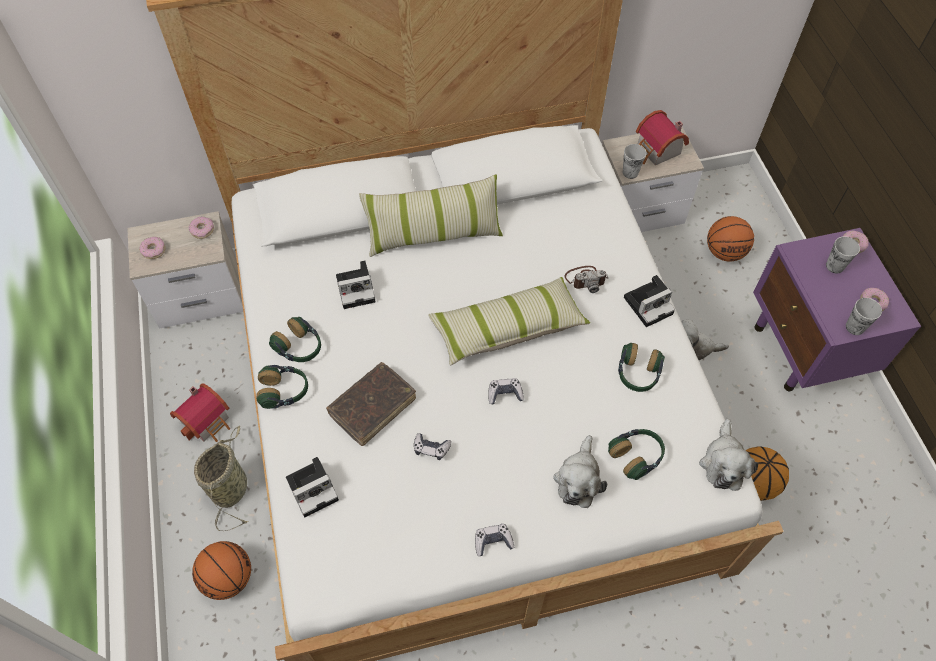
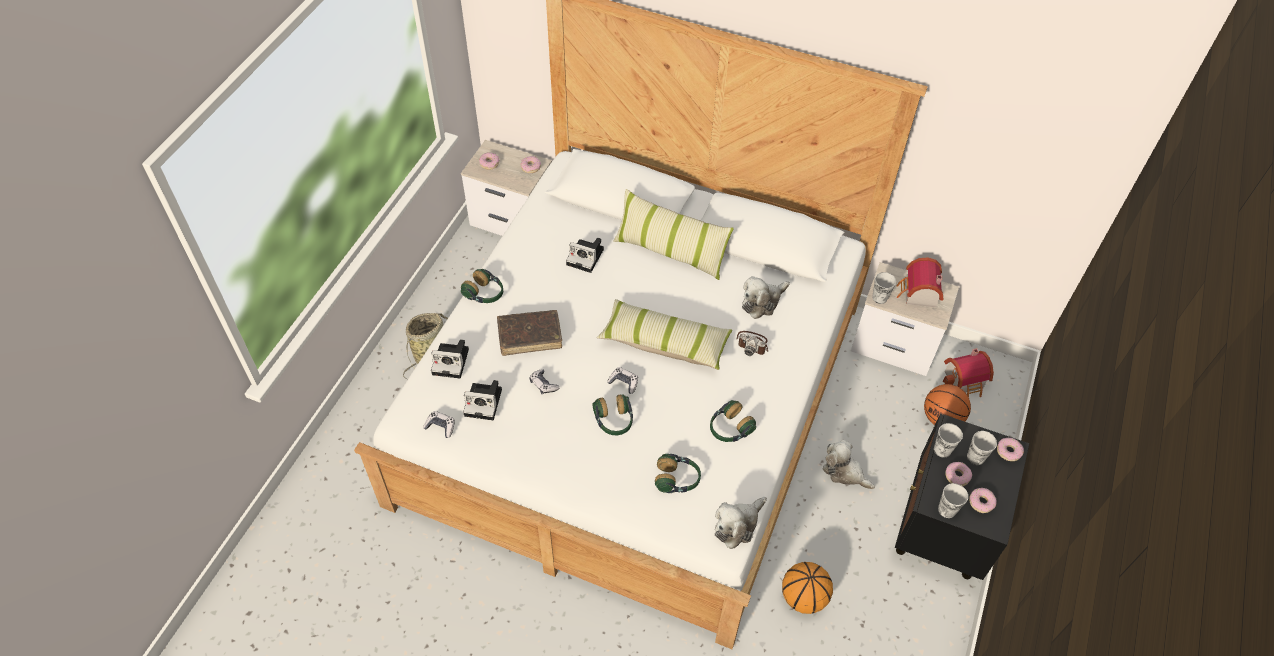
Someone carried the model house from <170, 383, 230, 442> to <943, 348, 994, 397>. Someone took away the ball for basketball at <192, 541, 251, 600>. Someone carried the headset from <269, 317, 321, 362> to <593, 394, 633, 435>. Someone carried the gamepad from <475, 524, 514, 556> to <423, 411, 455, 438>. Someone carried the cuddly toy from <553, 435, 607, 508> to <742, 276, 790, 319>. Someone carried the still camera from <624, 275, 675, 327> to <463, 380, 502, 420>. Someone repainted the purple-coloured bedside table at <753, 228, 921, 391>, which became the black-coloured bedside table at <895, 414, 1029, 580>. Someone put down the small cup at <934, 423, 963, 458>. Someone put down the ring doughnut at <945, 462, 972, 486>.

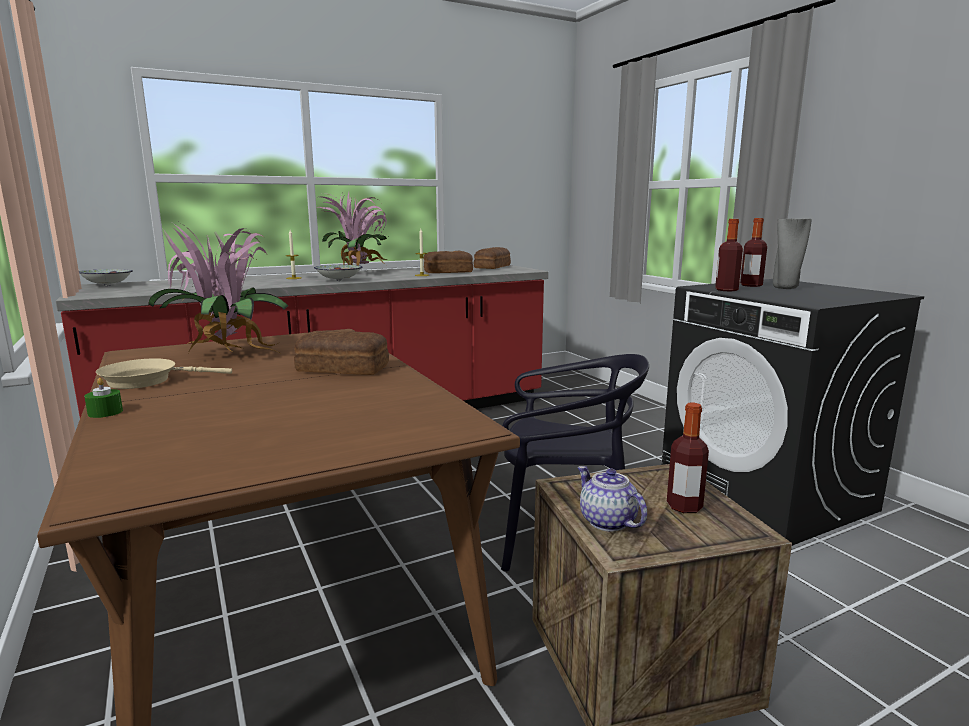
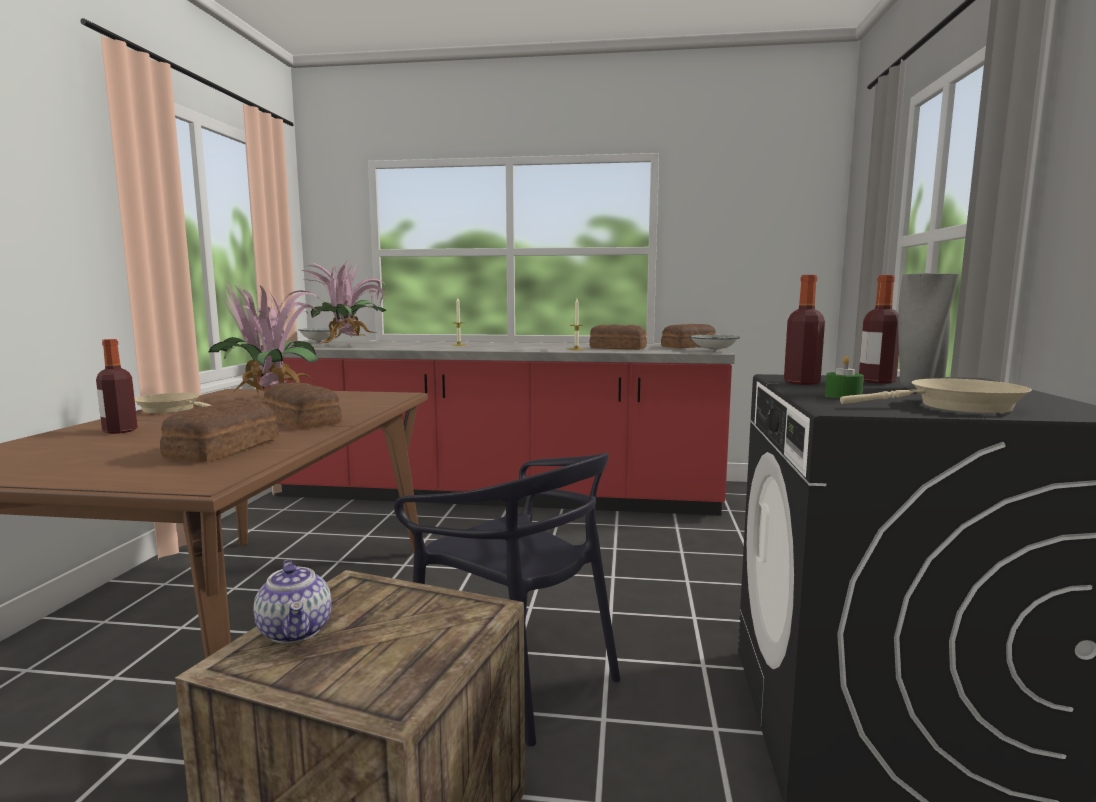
Someone carried the green candle from <84, 378, 123, 418> to <825, 356, 864, 399>. Someone carried the serving bowl from <314, 265, 363, 281> to <689, 335, 740, 351>. Someone carried the houseplant from <320, 192, 390, 265> to <302, 261, 387, 347>. Someone rotated the teapot at <578, 466, 647, 531> by 150 degrees clockwise. Someone carried the drink bottle from <667, 403, 709, 513> to <96, 339, 138, 434>. Someone put down the bakery bread at <160, 400, 279, 462>. Someone put down the sand-coloured pan at <840, 378, 1032, 413>.

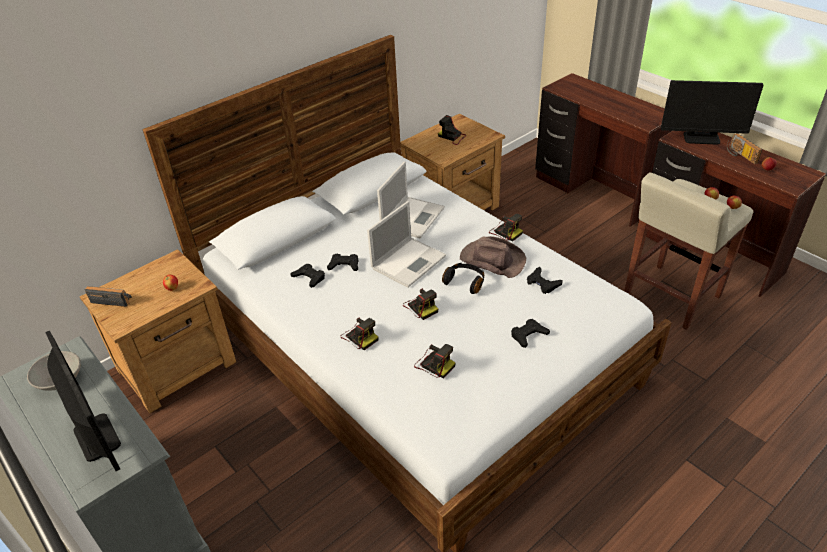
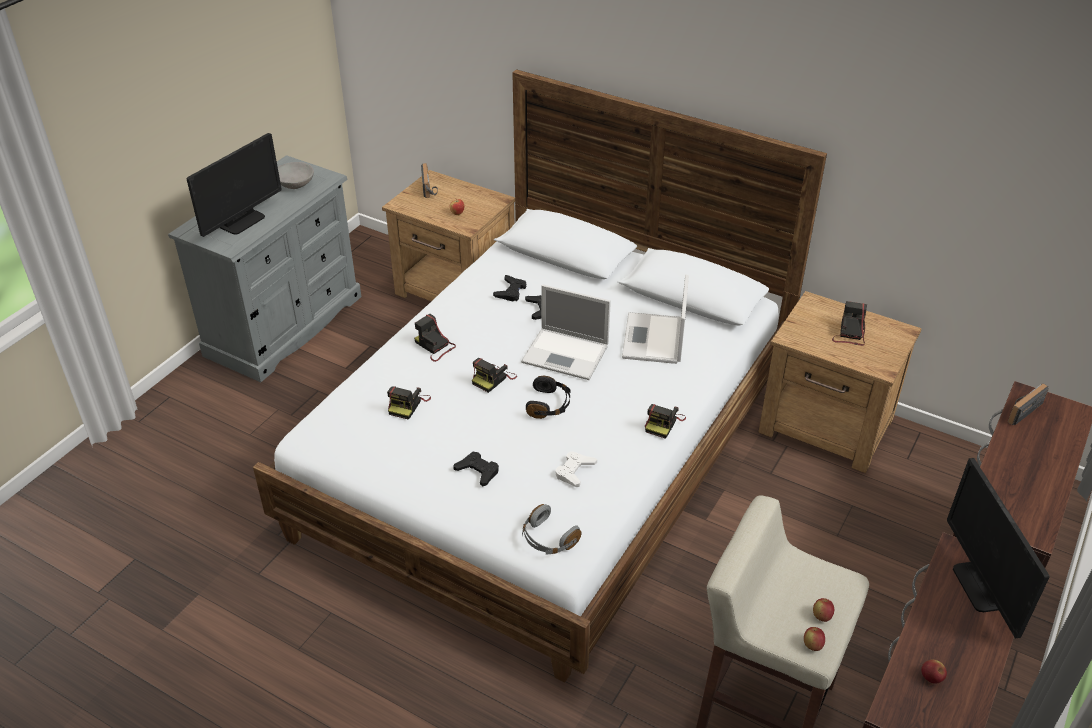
Someone rotated the still camera at <340, 317, 378, 350> by 105 degrees clockwise. Someone rotated the laptop at <377, 162, 445, 239> by 90 degrees clockwise. Someone took away the brown-coloured clothing hat at <460, 236, 526, 278>. Someone repainted the black-coloured gamepad at <527, 267, 563, 294>, which became the white gamepad at <556, 451, 597, 487>. Someone carried the radio from <727, 133, 762, 164> to <1008, 384, 1049, 425>. Someone put down the greyish headset at <522, 504, 581, 555>.

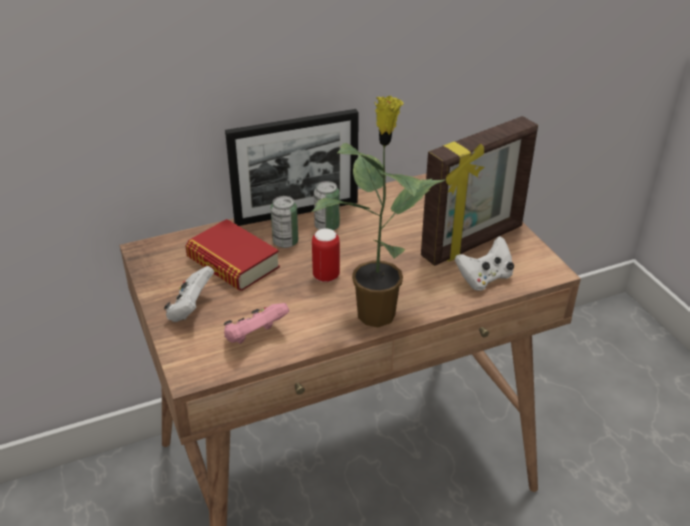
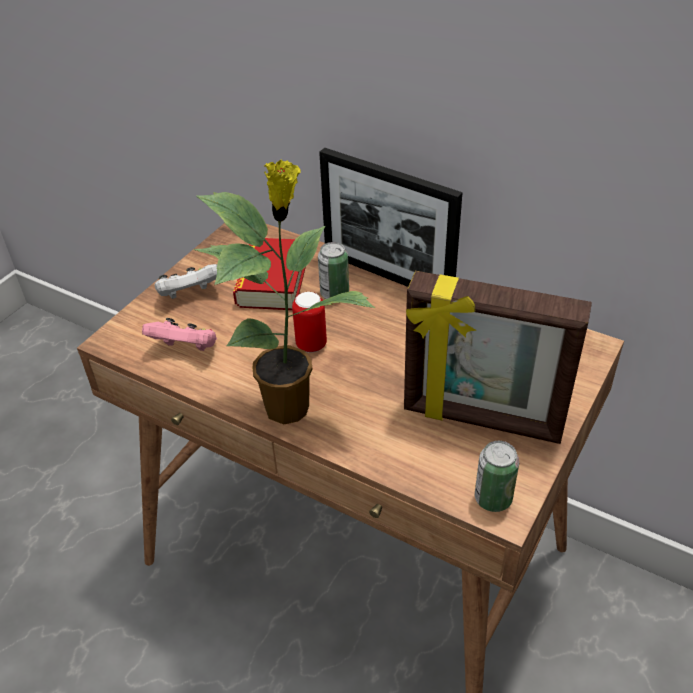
Someone carried the can from <314, 181, 340, 230> to <475, 441, 519, 512>. Someone took away the white gamepad at <455, 236, 514, 291>.

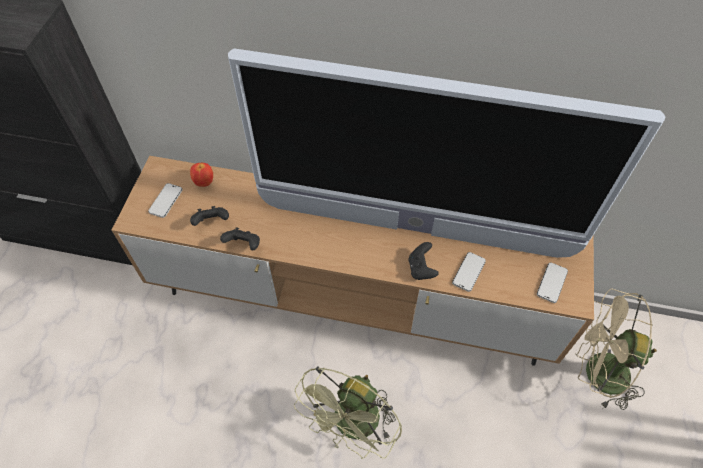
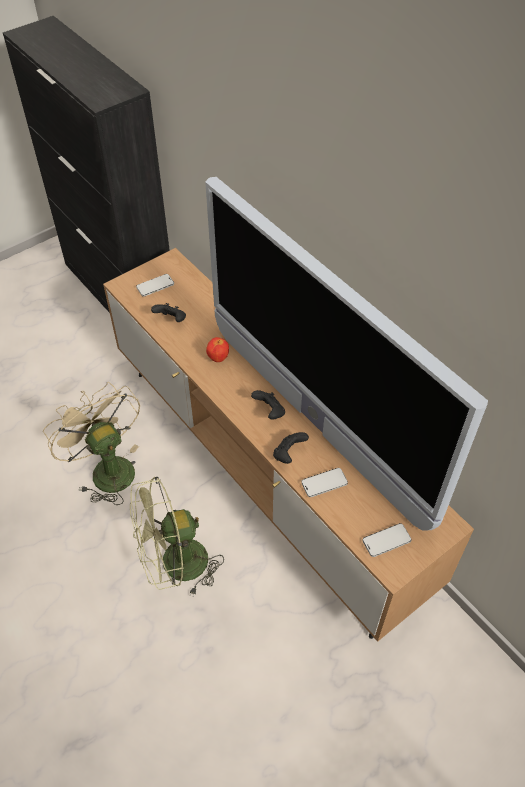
Someone carried the whole apple from <190, 163, 213, 187> to <206, 337, 229, 362>. Someone carried the black-coloured gamepad from <220, 228, 260, 250> to <251, 390, 285, 420>. Someone carried the sand-coloured fan from <575, 288, 657, 410> to <43, 382, 140, 505>.

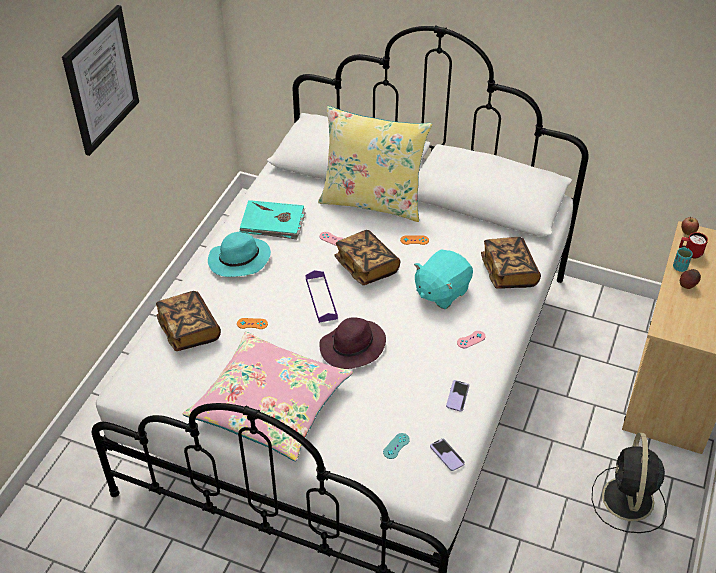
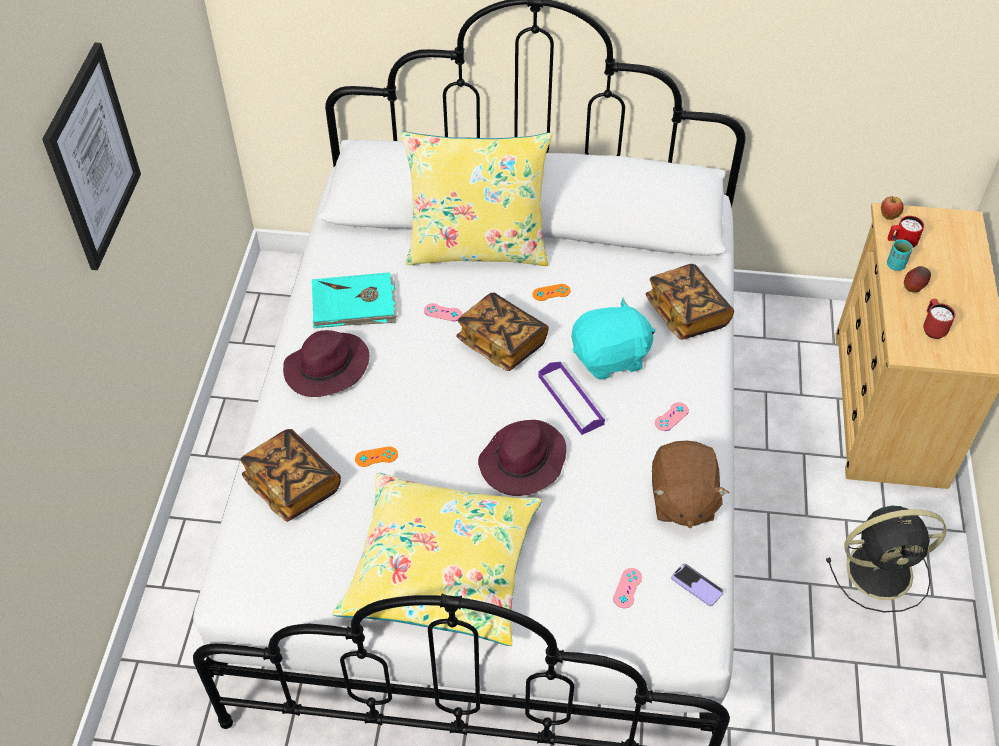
Someone repainted the pink-coloured pillow at <183, 332, 353, 461>, which became the yellowish pillow at <332, 473, 542, 646>. Someone repainted the turquoise clothing hat at <208, 232, 271, 277>, which became the purple-coloured clothing hat at <283, 330, 369, 397>. Someone carried the purple-coloured tray from <306, 270, 338, 323> to <538, 362, 605, 435>. Someone repainted the turquoise gamepad at <383, 433, 410, 459>, which became the pink-coloured gamepad at <613, 568, 642, 608>. Someone rotated the turquoise cuddly toy at <414, 250, 473, 309> by 135 degrees counterclockwise. Someone swapped the phone at <446, 380, 469, 412> for the brown-coloured cuddly toy at <652, 441, 729, 528>. Someone rotated the black-coloured fan at <592, 433, 667, 533> by 90 degrees counterclockwise. Someone put down the red mug at <923, 299, 955, 339>.

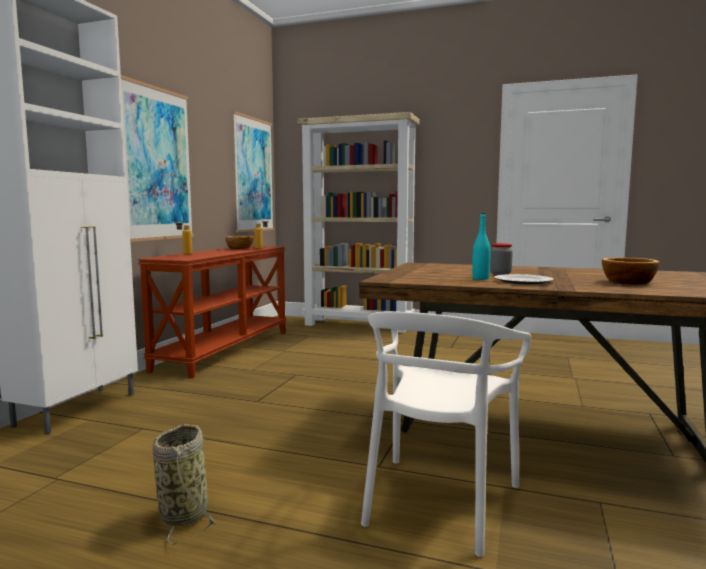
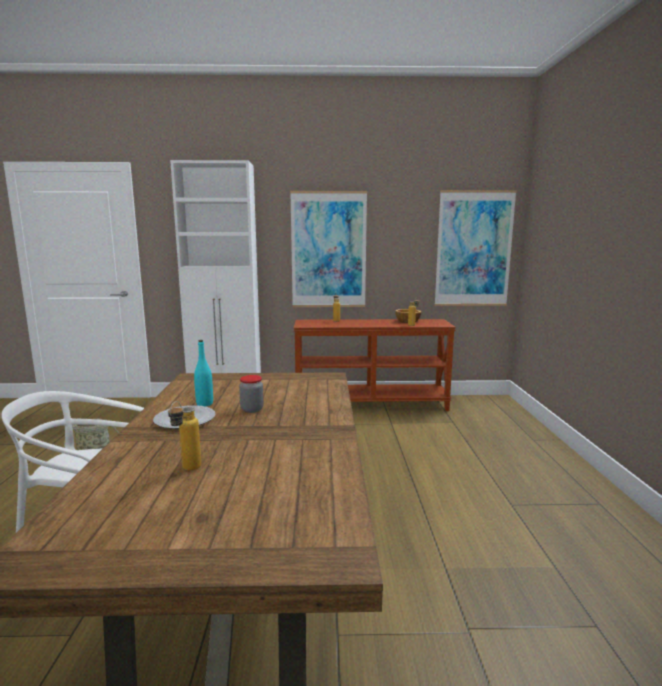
Someone took away the sand-coloured bookcase at <298, 112, 420, 333>. Someone swapped the serving bowl at <602, 258, 659, 285> for the drink bottle at <168, 401, 201, 471>.

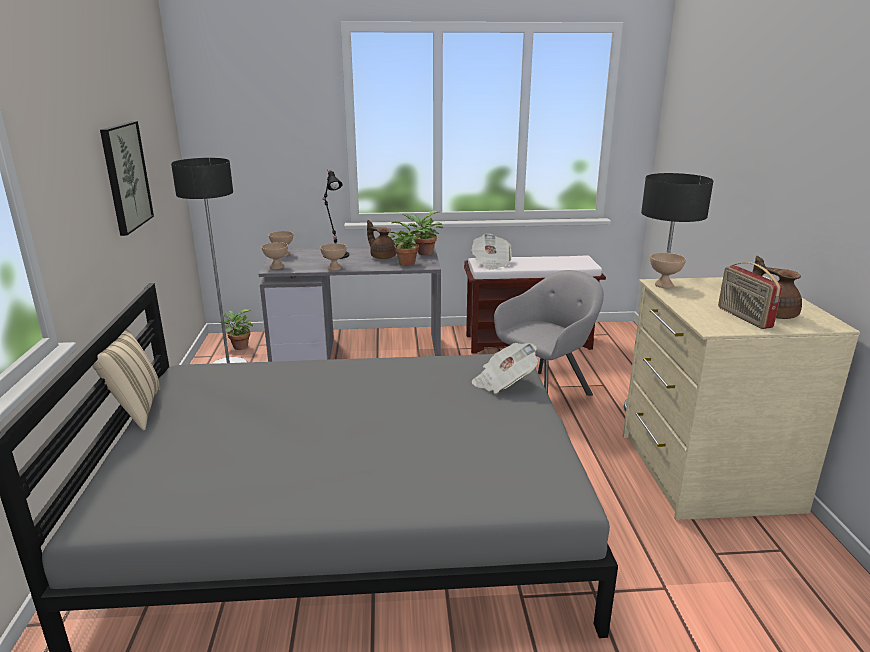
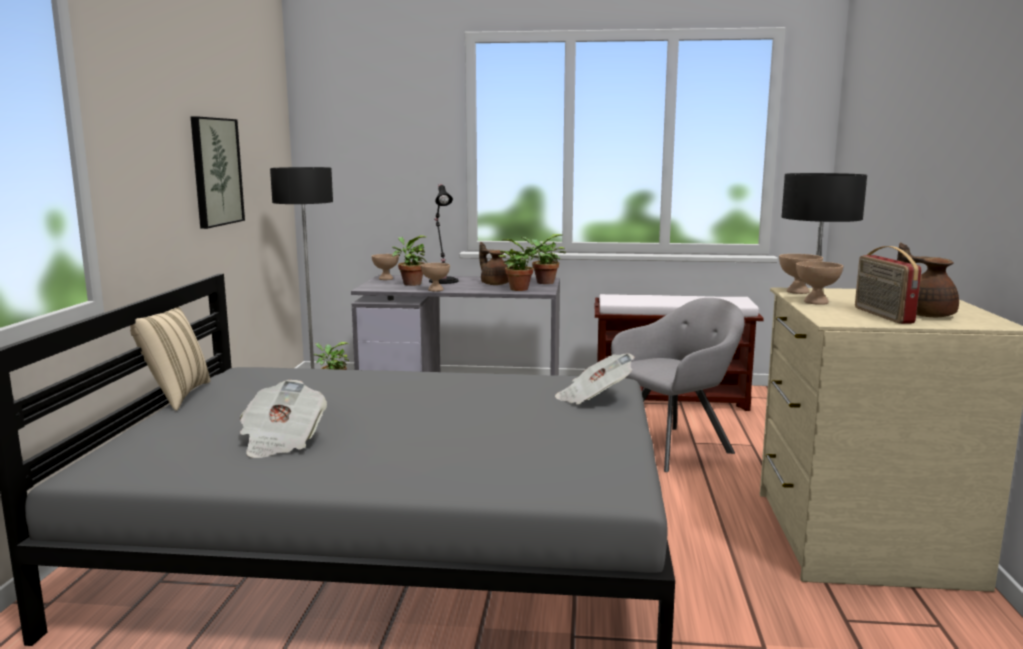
Someone carried the sand-coloured serving bowl from <262, 242, 288, 269> to <796, 261, 843, 305>. Someone carried the printed paper from <471, 234, 512, 270> to <240, 380, 327, 458>. Someone put down the houseplant at <392, 235, 427, 286>.

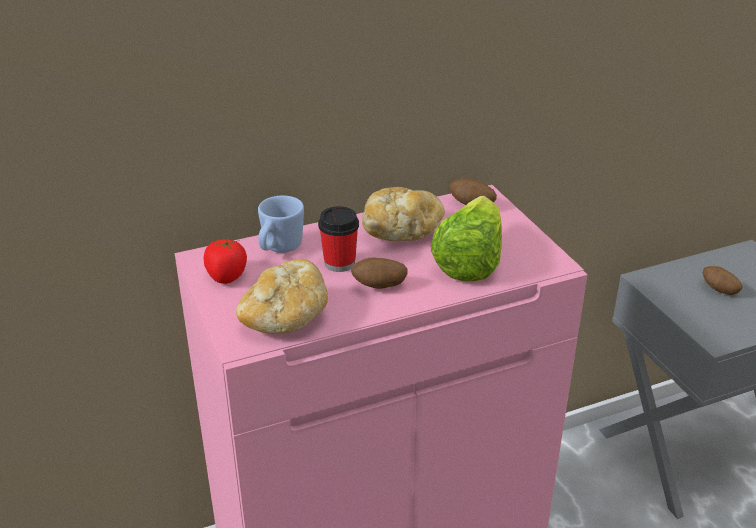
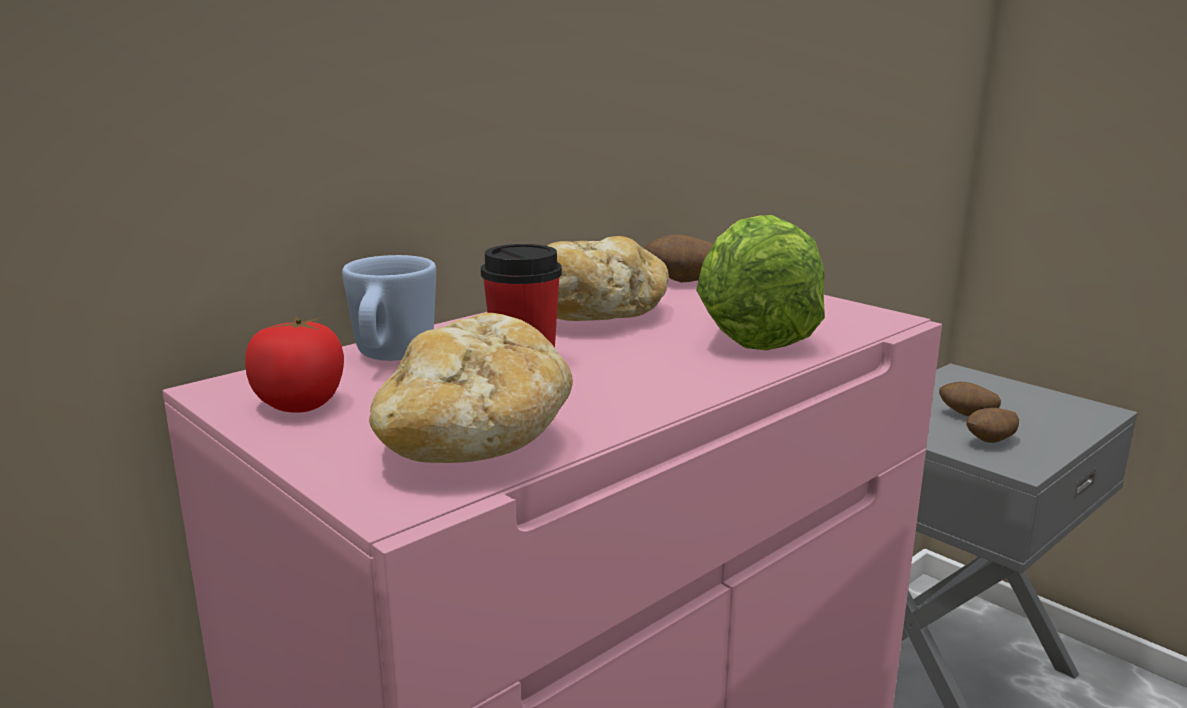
Someone carried the spud from <351, 257, 408, 289> to <967, 408, 1019, 443>.

